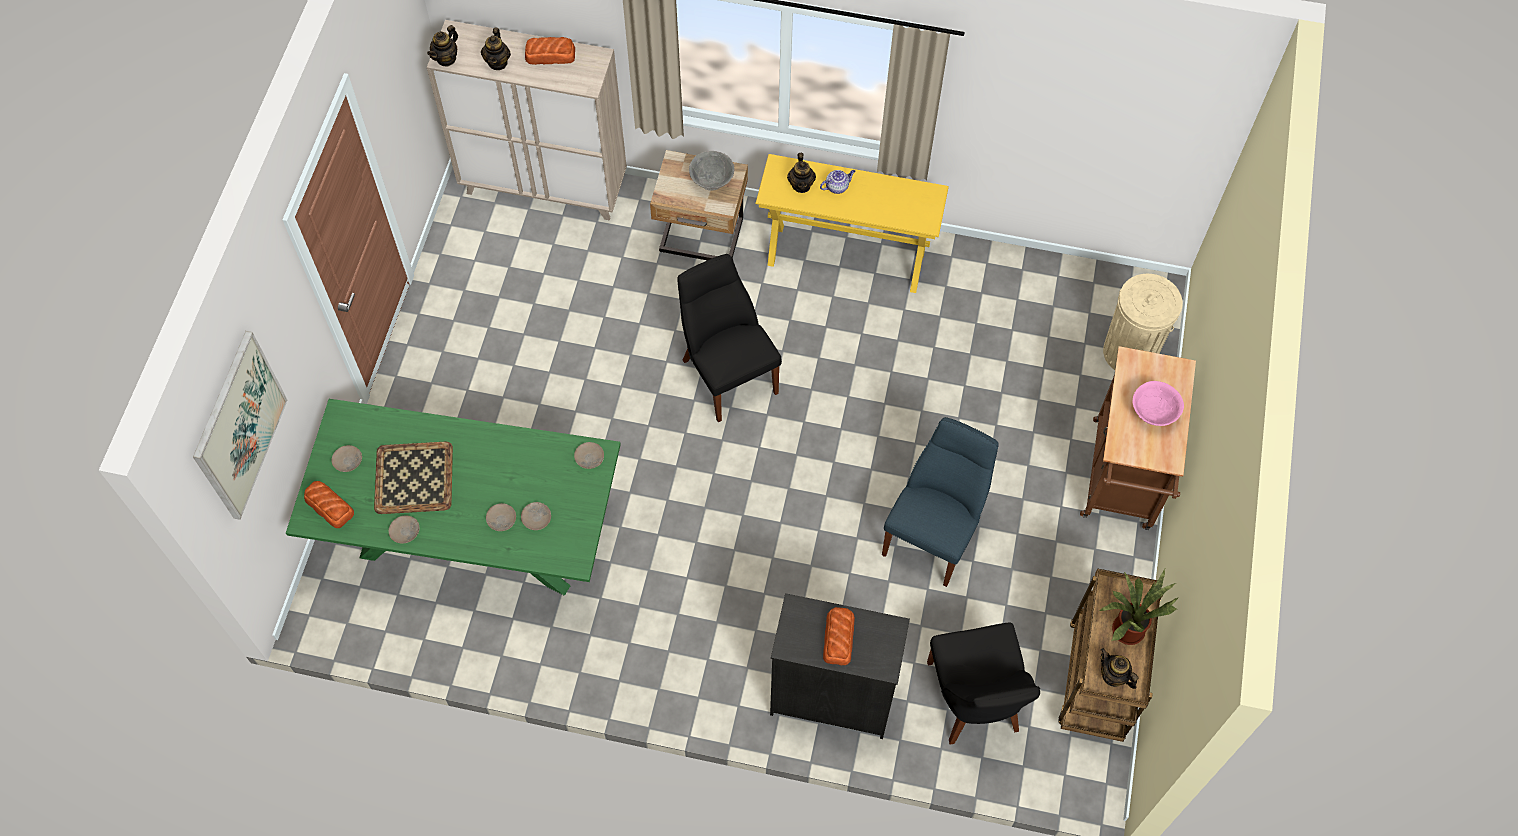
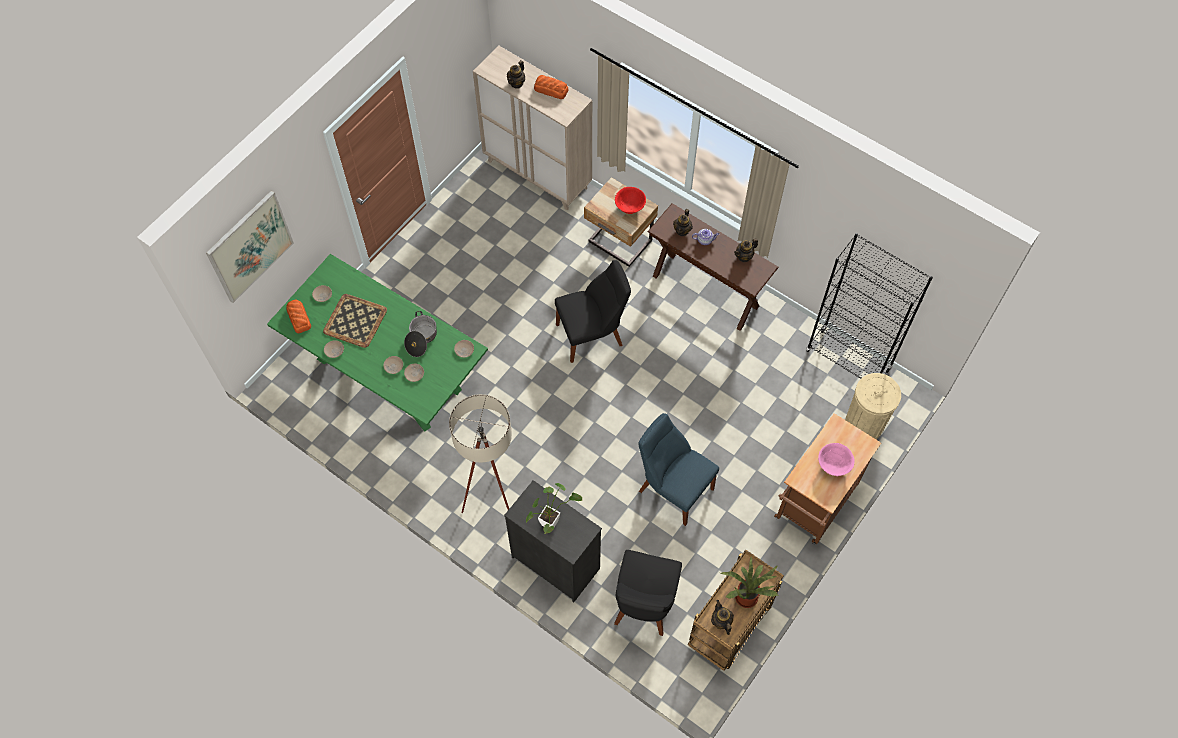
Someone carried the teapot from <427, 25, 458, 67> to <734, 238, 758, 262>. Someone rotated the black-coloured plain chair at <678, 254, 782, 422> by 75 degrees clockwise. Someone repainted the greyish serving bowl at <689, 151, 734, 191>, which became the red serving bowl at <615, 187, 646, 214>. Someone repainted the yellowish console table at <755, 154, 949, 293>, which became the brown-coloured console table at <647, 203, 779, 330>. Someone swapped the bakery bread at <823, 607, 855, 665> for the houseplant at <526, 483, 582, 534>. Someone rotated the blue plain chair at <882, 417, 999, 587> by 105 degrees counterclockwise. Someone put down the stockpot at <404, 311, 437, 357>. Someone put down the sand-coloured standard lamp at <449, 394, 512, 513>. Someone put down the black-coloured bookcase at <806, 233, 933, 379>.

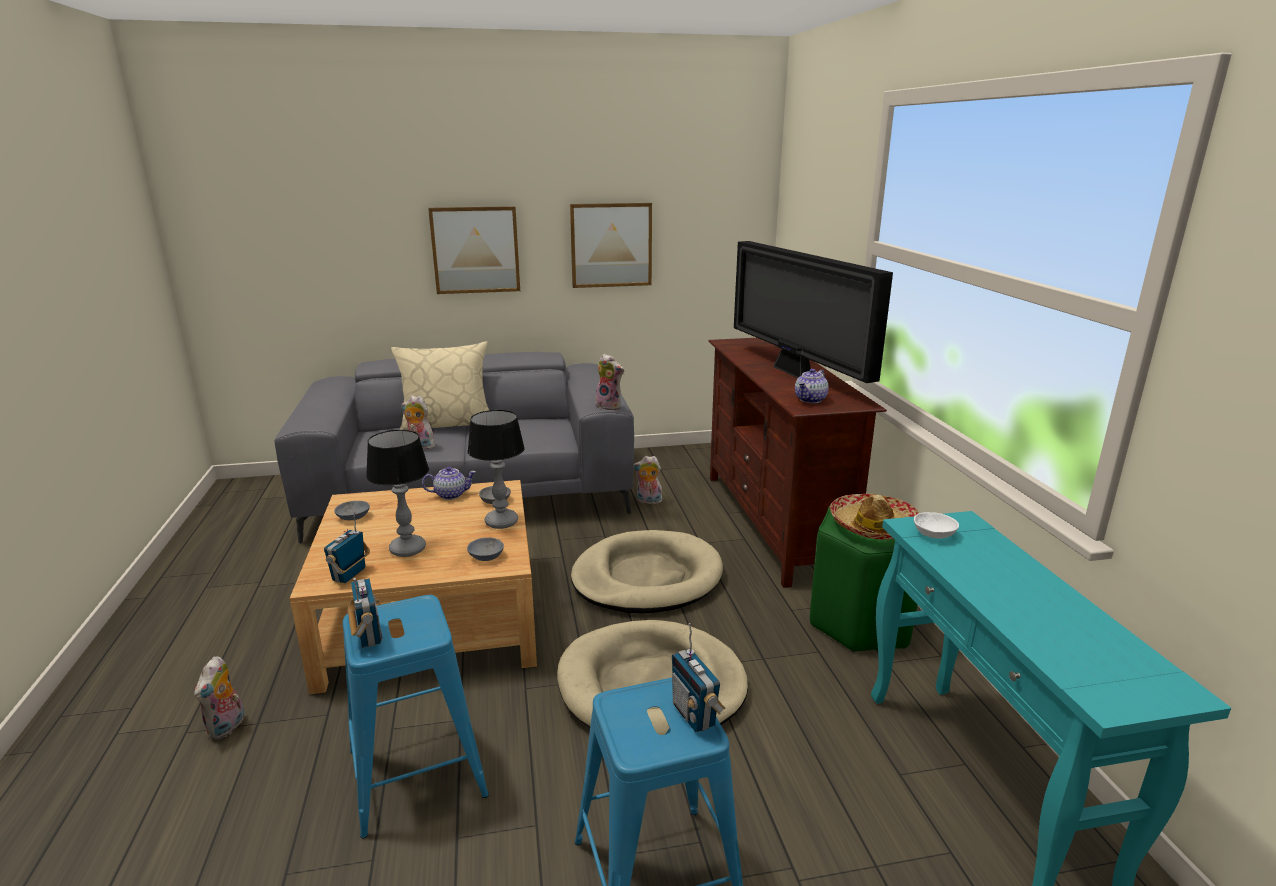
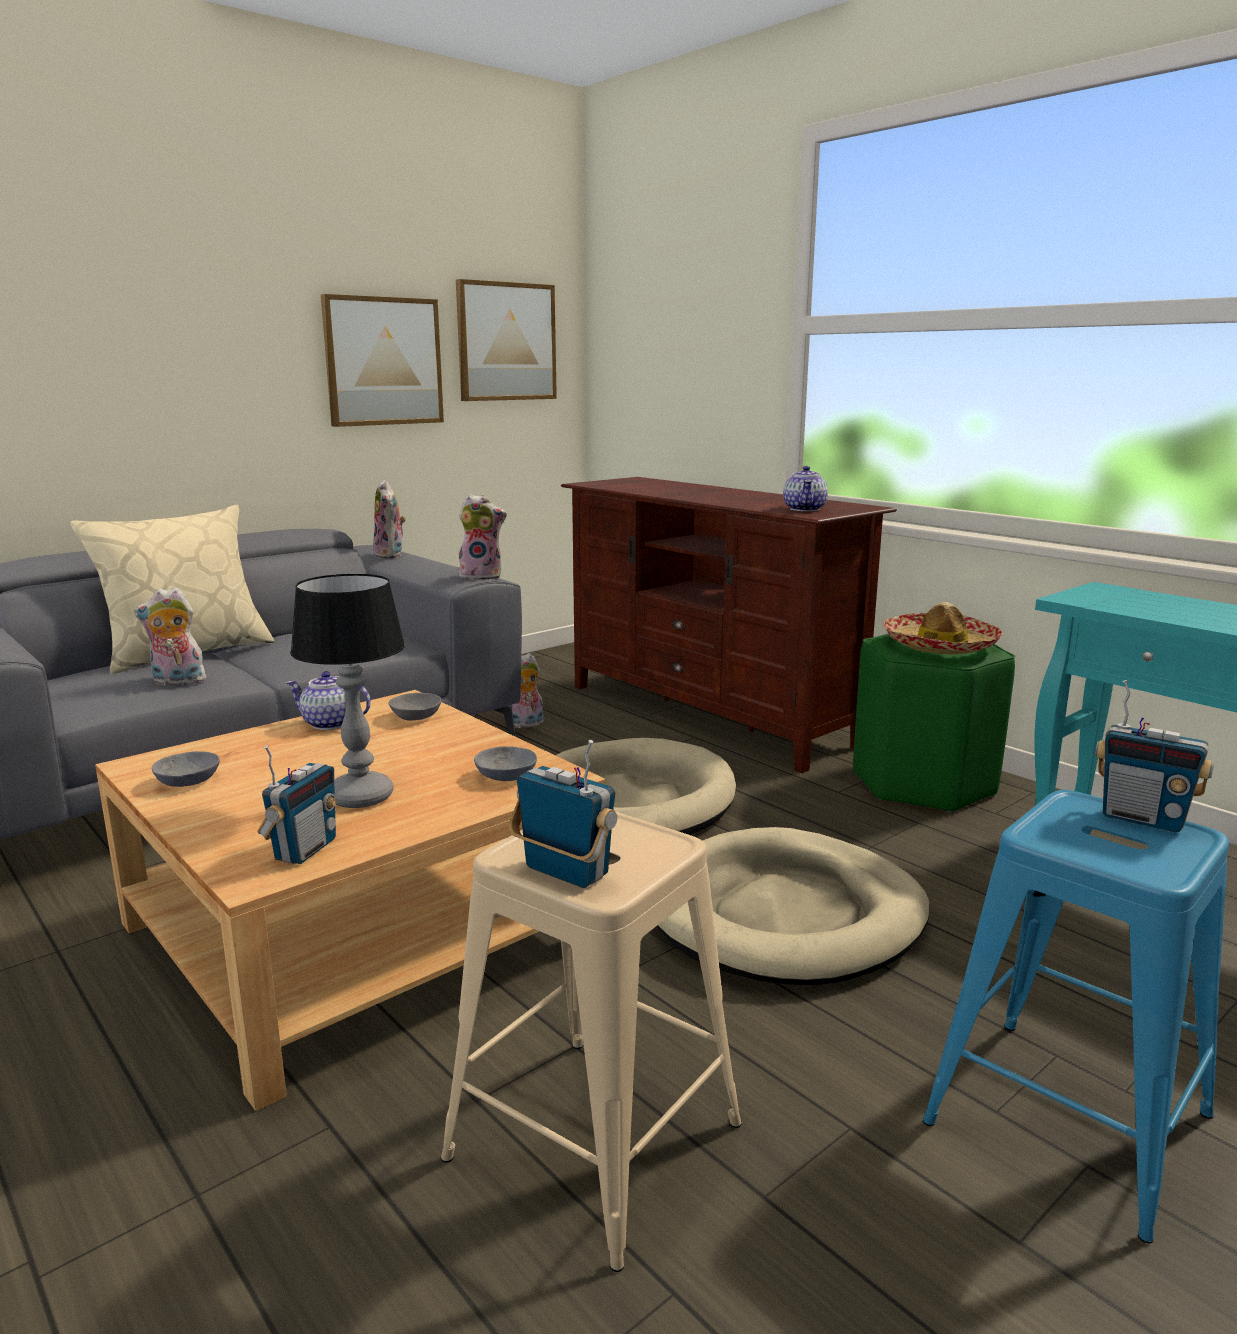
Someone carried the cuddly toy from <194, 656, 245, 740> to <373, 480, 406, 559>. Someone rotated the radio at <324, 512, 370, 583> by 150 degrees counterclockwise. Someone repainted the blue stool seat at <343, 595, 489, 838>, which became the sand-coloured stool seat at <441, 812, 742, 1272>. Someone rotated the teapot at <422, 466, 476, 500> by 120 degrees counterclockwise. Someone carried the wall picture from <428, 206, 520, 294> to <456, 279, 557, 401>. Someone took away the tabletop lamp at <467, 410, 525, 529>. Someone took away the TV set at <734, 241, 893, 383>. Someone took away the white serving bowl at <914, 512, 959, 539>.

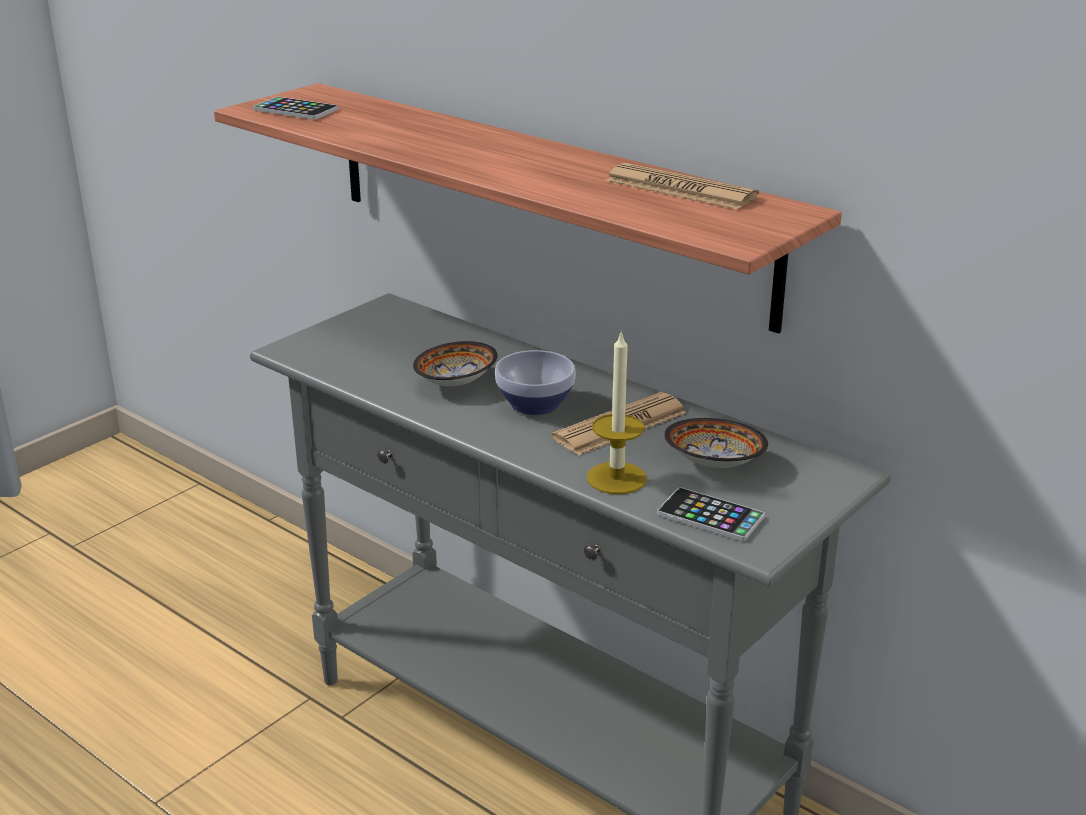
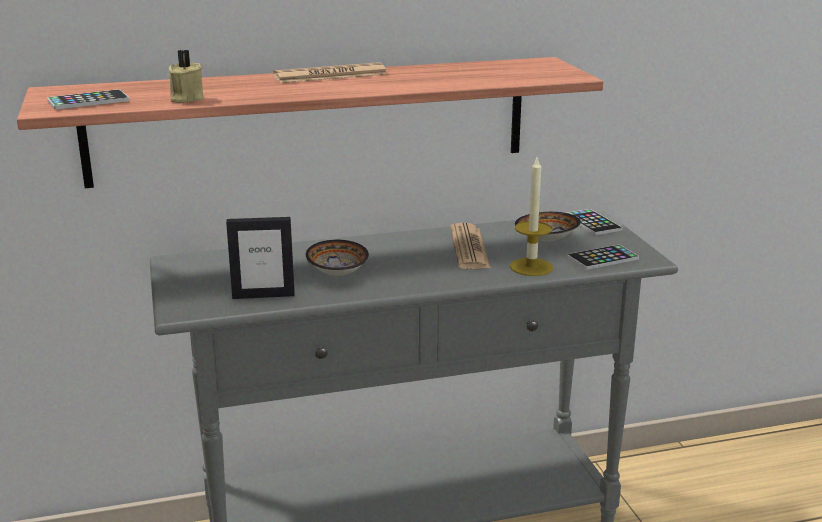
Someone took away the serving bowl at <495, 350, 576, 415>. Someone carried the printed paper from <606, 163, 759, 210> to <273, 62, 387, 83>. Someone put down the sand-coloured candle at <169, 50, 203, 103>. Someone put down the photo frame at <226, 217, 295, 299>. Someone put down the phone at <567, 209, 622, 235>.

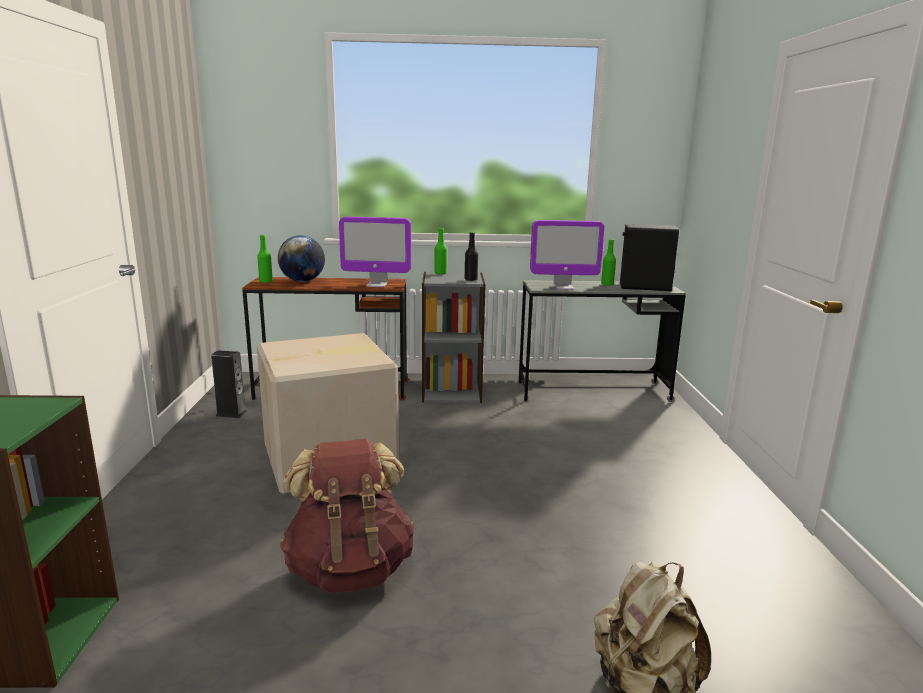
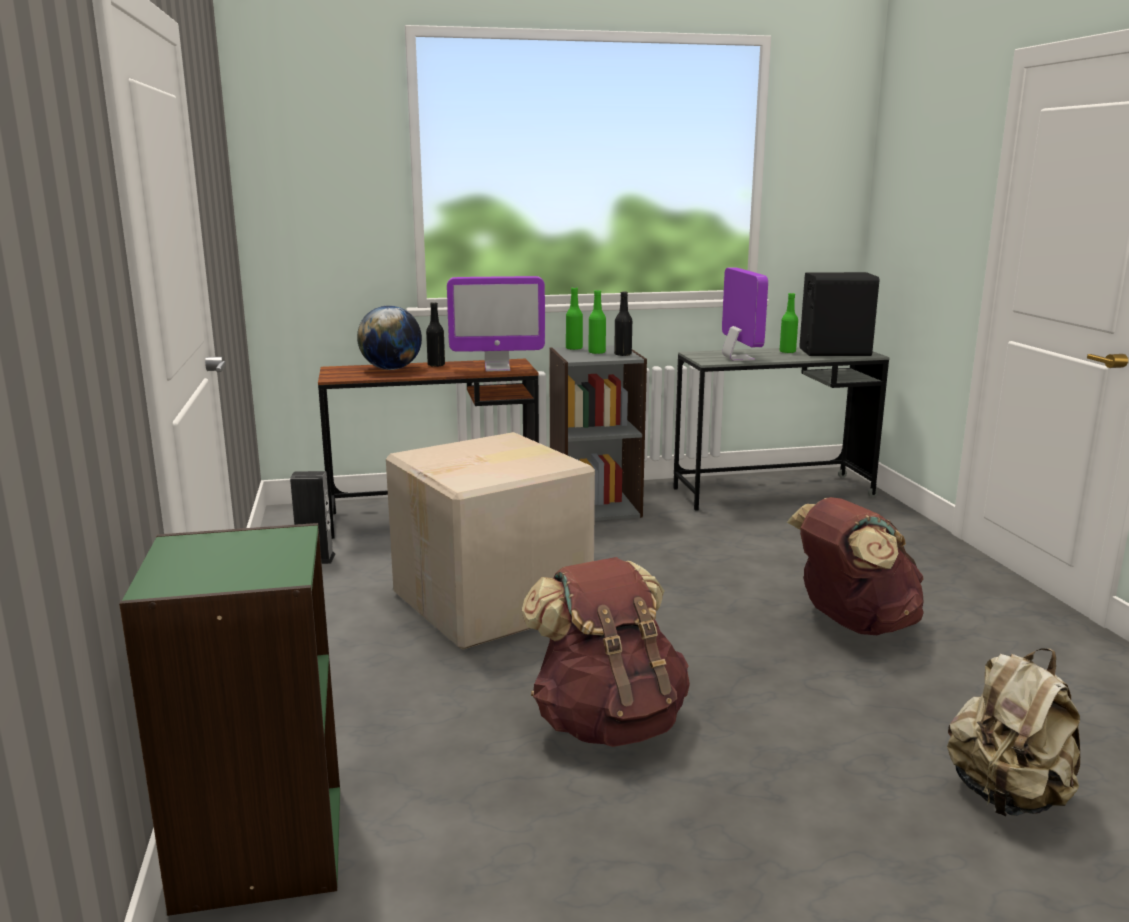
Someone carried the green drink bottle from <257, 235, 273, 283> to <588, 290, 606, 354>. Someone rotated the computer display at <530, 220, 604, 290> by 90 degrees counterclockwise. Someone put down the black-coloured drink bottle at <426, 302, 445, 367>. Someone put down the brown-coloured knapsack at <787, 497, 924, 635>.

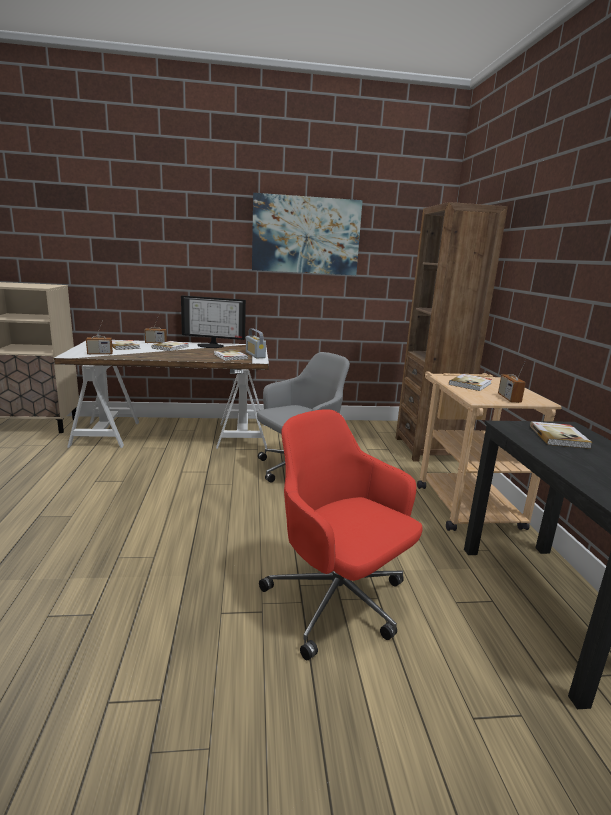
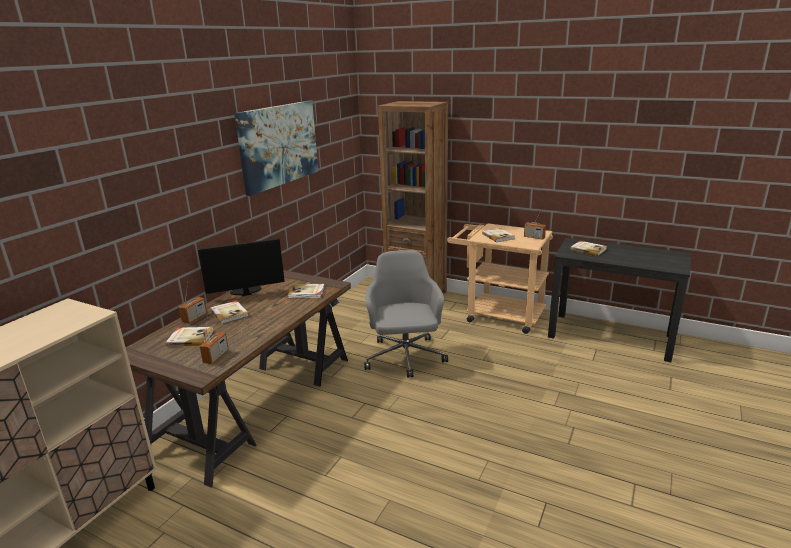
Someone repainted the white desk at <54, 340, 269, 449>, which became the brown-coloured desk at <126, 270, 351, 488>. Someone rotated the computer display at <181, 295, 246, 348> by 150 degrees counterclockwise. Someone took away the radio at <246, 328, 266, 358>. Someone took away the red office chair at <259, 410, 422, 660>.

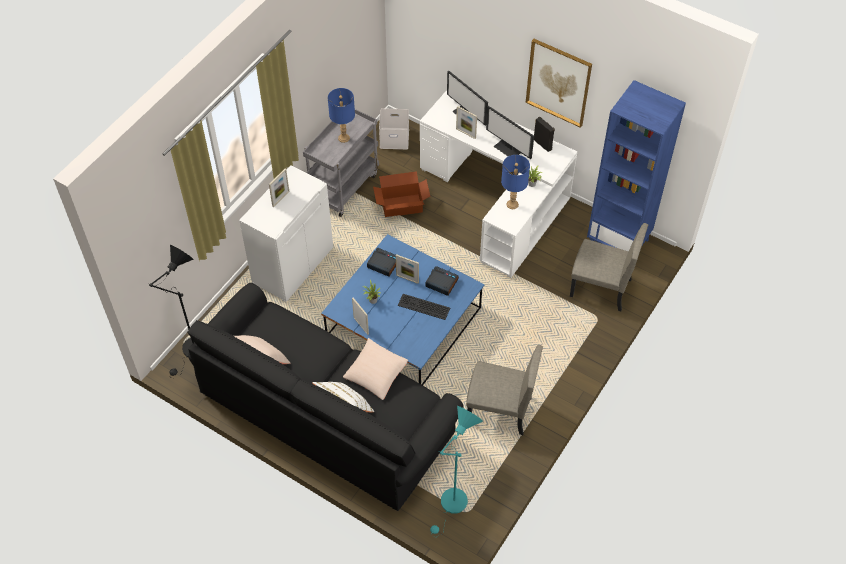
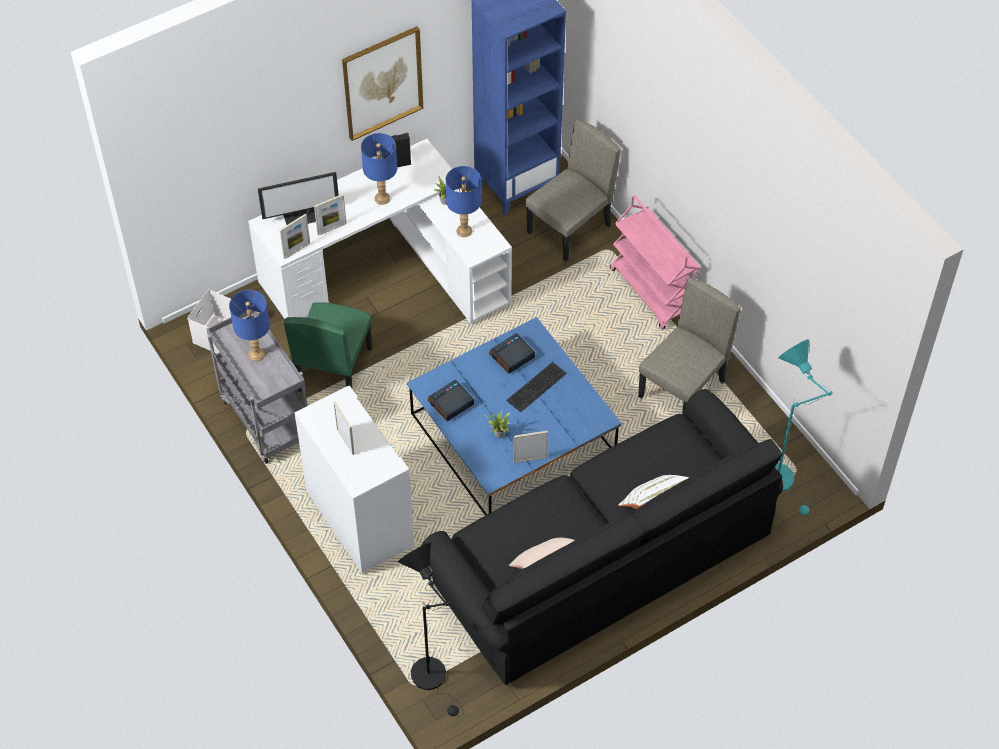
Someone took away the sand-coloured pillow at <343, 338, 408, 400>. Someone swapped the cardboard box at <373, 171, 430, 217> for the green plain chair at <284, 302, 372, 392>. Someone carried the photo frame from <396, 254, 419, 284> to <279, 214, 310, 259>. Someone swapped the computer display at <486, 106, 534, 159> for the blue tabletop lamp at <361, 133, 397, 205>. Someone put down the pink-coloured trolley at <610, 195, 700, 330>.

